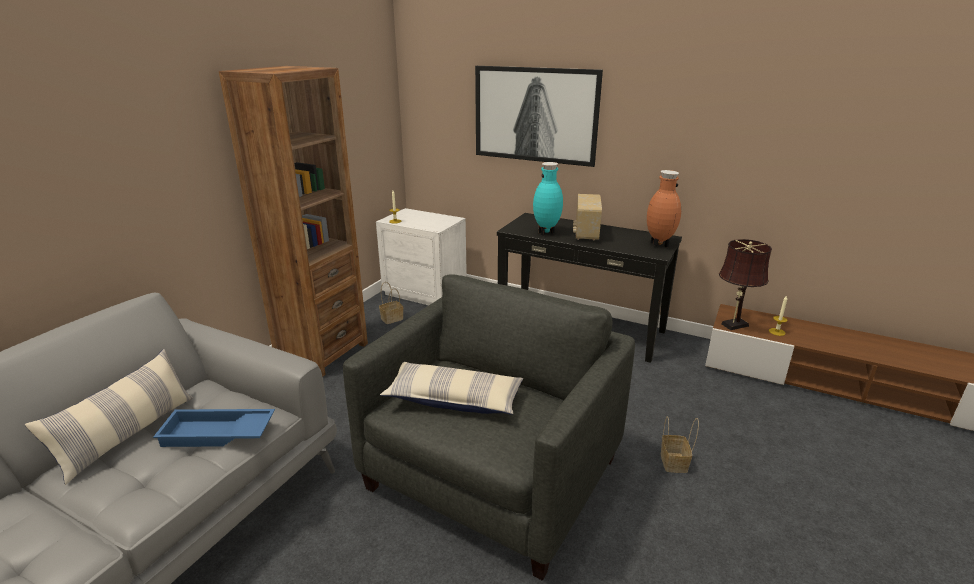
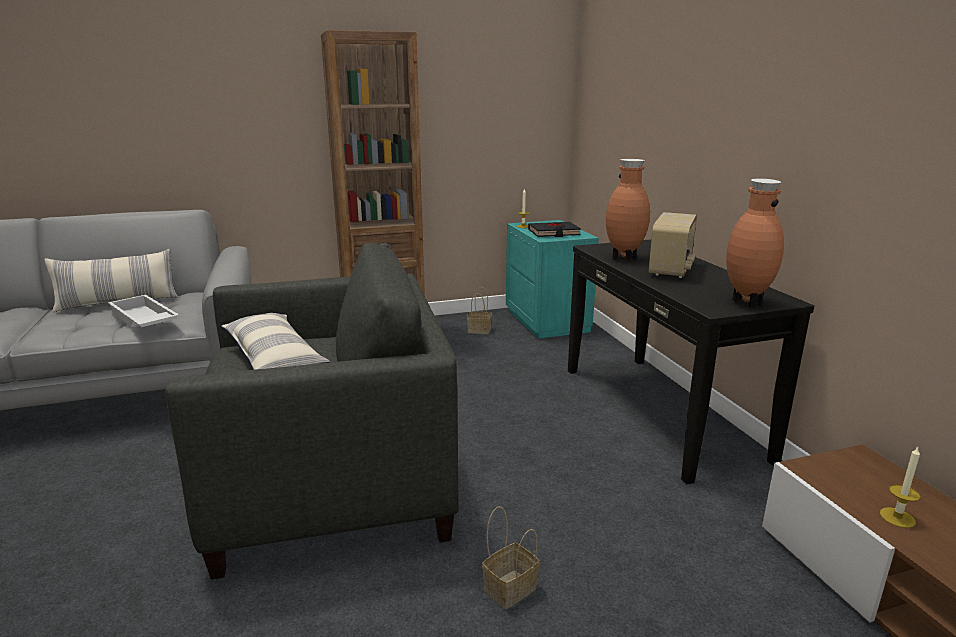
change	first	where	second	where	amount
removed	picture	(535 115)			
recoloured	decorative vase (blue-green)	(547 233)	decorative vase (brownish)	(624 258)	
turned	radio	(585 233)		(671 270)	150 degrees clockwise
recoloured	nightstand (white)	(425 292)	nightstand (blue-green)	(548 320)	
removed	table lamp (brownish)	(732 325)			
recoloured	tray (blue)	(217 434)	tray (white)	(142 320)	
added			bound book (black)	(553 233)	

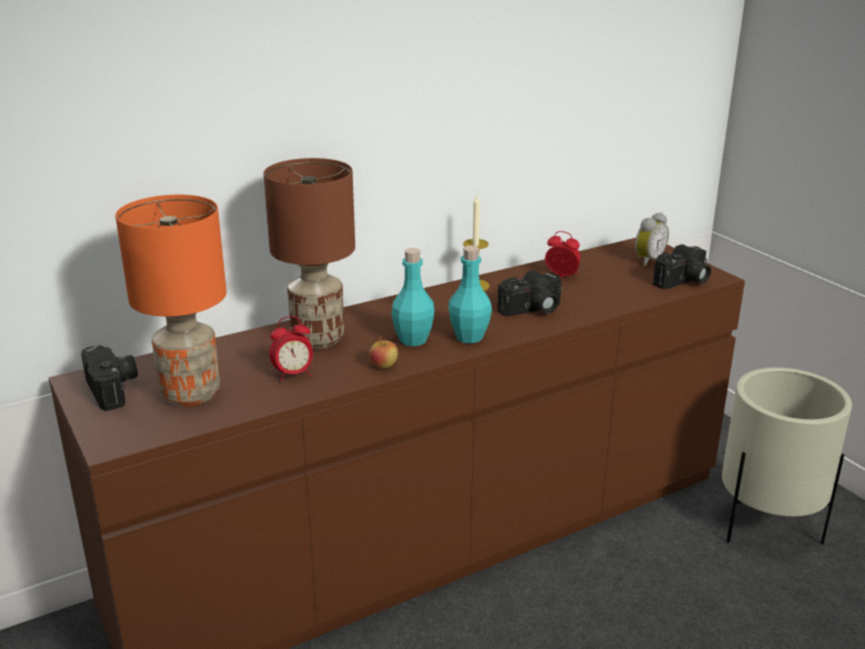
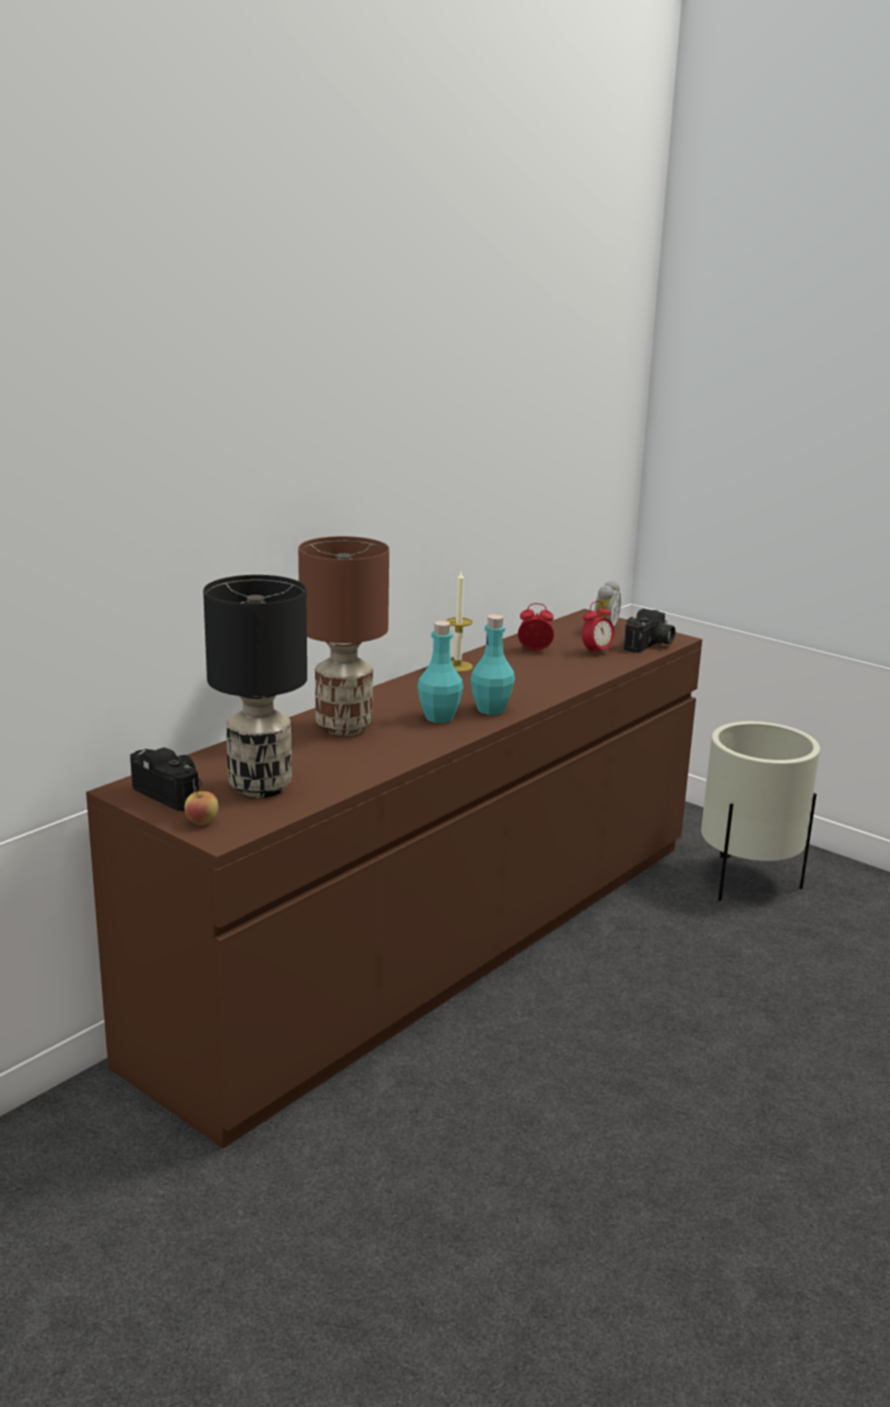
change	first	where	second	where	amount
recoloured	table lamp (orange)	(190 394)	table lamp (black)	(258 787)	
removed	still camera	(532 310)			
moved	table clock	(293 375)		(596 652)	
moved	whole apple	(383 366)		(202 822)	

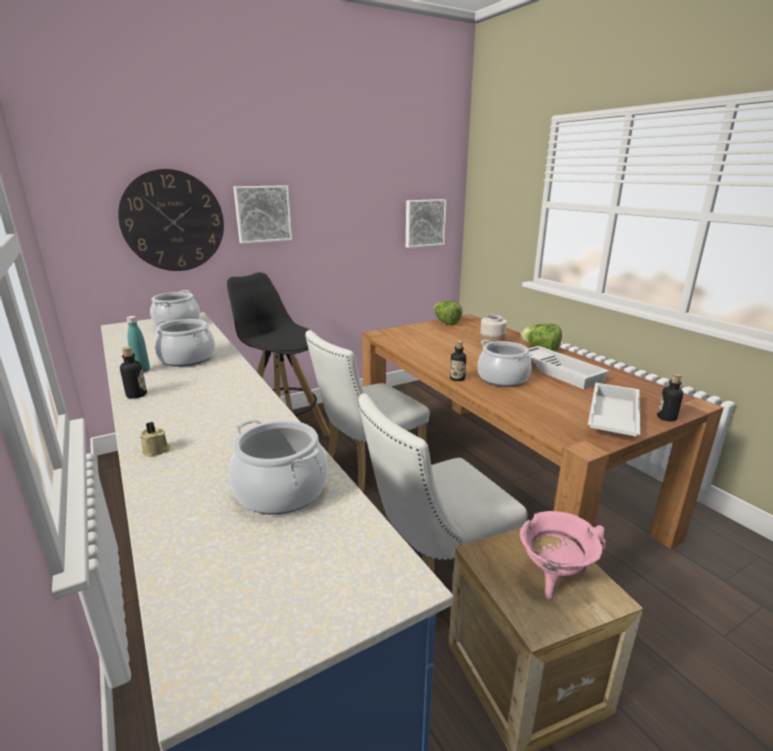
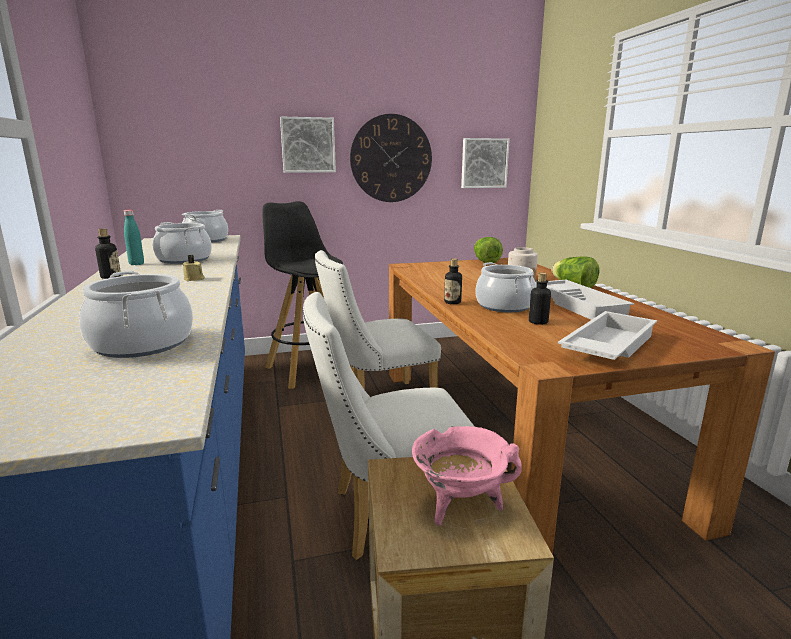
change	first	where	second	where	amount
moved	hanging clock	(173 221)		(391 159)	
moved	bottle	(666 418)		(538 322)	
moved	candle (beige-coloured)	(156 451)		(194 279)	

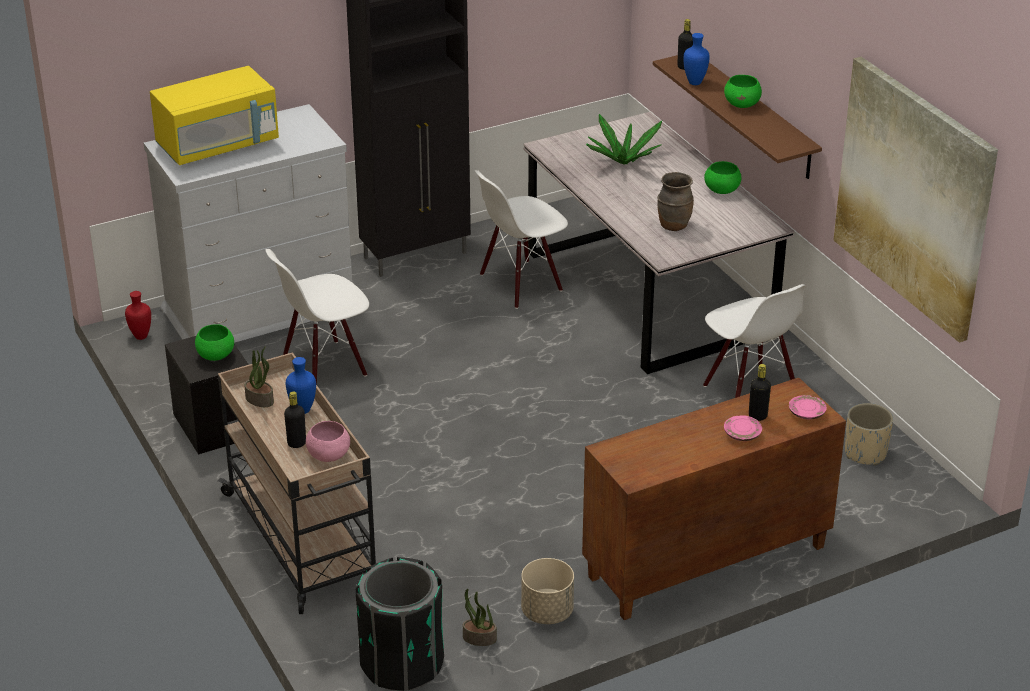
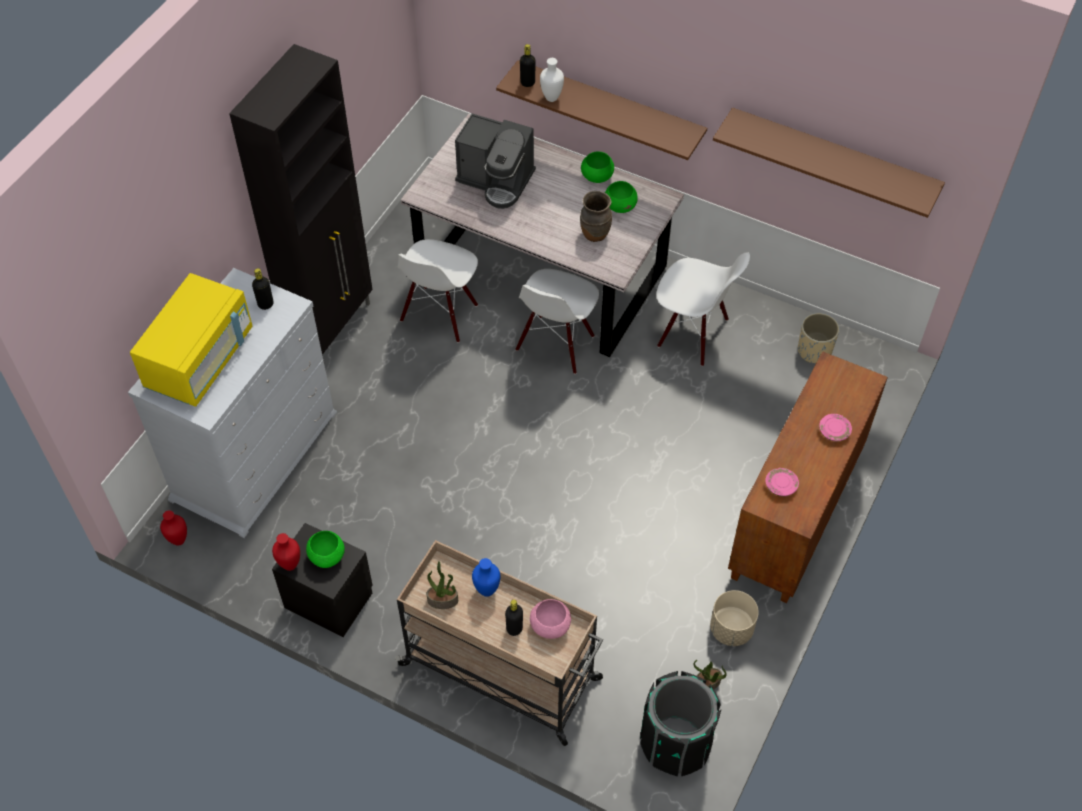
change	first	where	second	where	amount
recoloured	decorative vase (blue)	(694 83)	decorative vase (white)	(551 99)	
replaced	picture	(914 196)	shelf (brownish)	(833 158)	
moved	bowl (green-coloured)	(742 104)		(620 206)	
replaced	plant in a pot	(623 161)	coffee maker	(496 181)	
moved	chair (white)	(324 367)		(556 344)	
moved	bottle (black)	(758 416)		(265 304)	
moved	dinner plate (pinkish)	(806 413)		(780 485)	
added			decorative vase (reddish)	(290 564)	

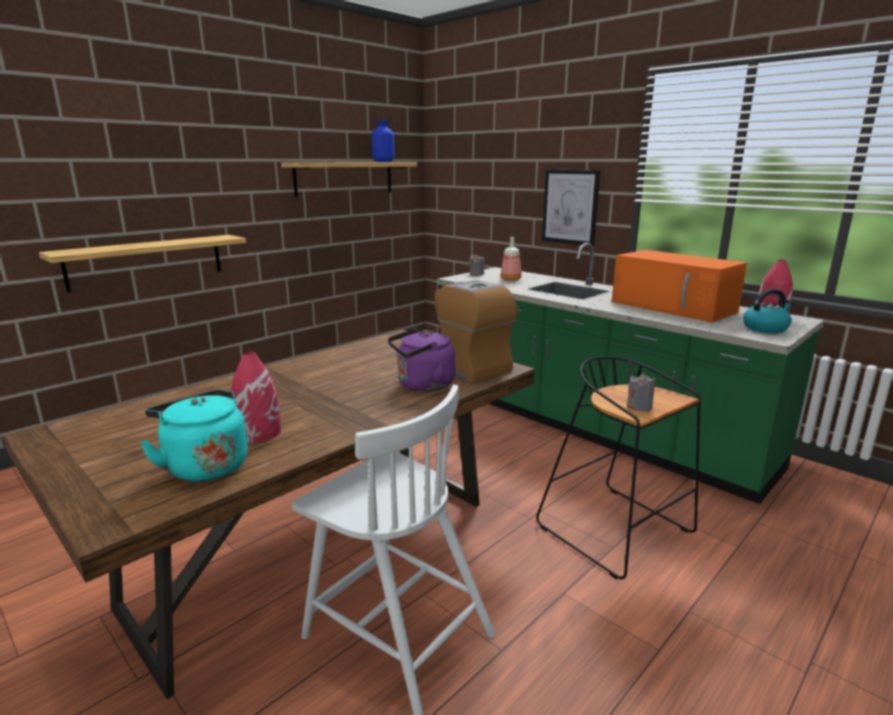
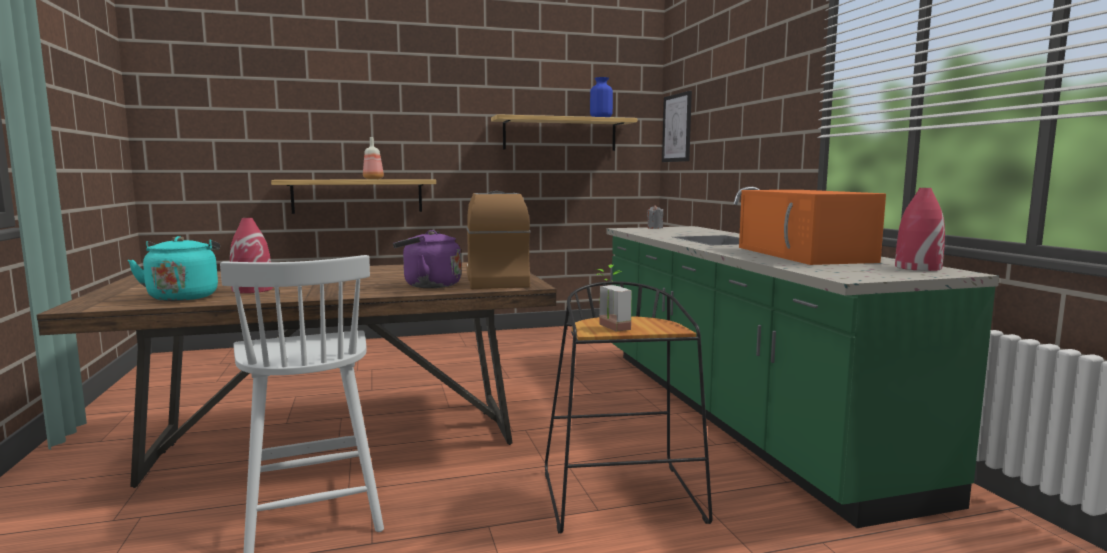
change	first	where	second	where	amount
moved	picture	(570 207)		(677 128)	
moved	bottle	(511 279)		(374 179)	
removed	tea kettle	(765 328)			
replaced	candle (gray)	(639 407)	plant in a pot	(608 327)	

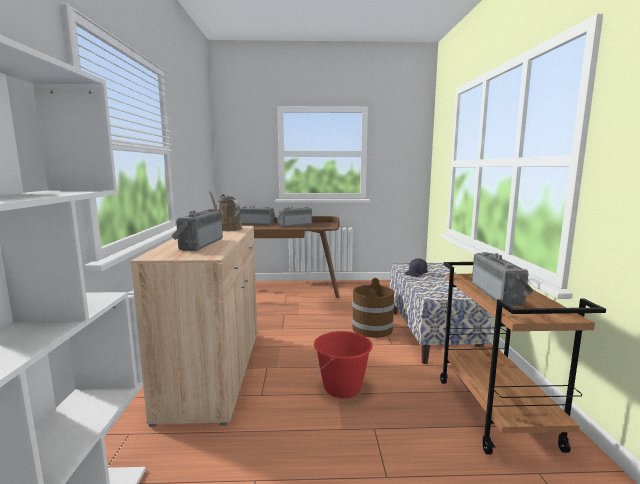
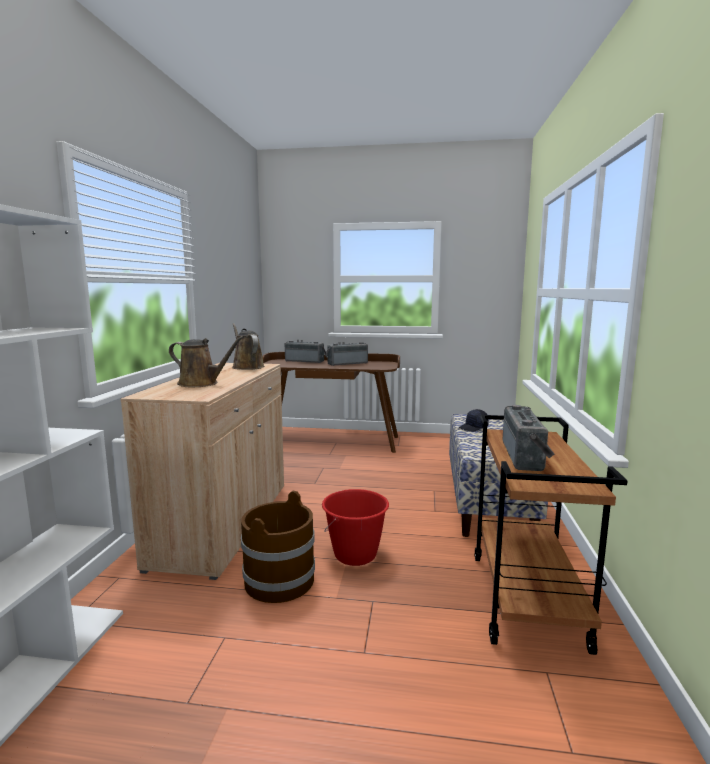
change	first	where	second	where	amount
replaced	radio	(198 244)	sprinkling can (brownish)	(201 383)	
moved	bucket (brownish)	(372 328)		(279 580)	

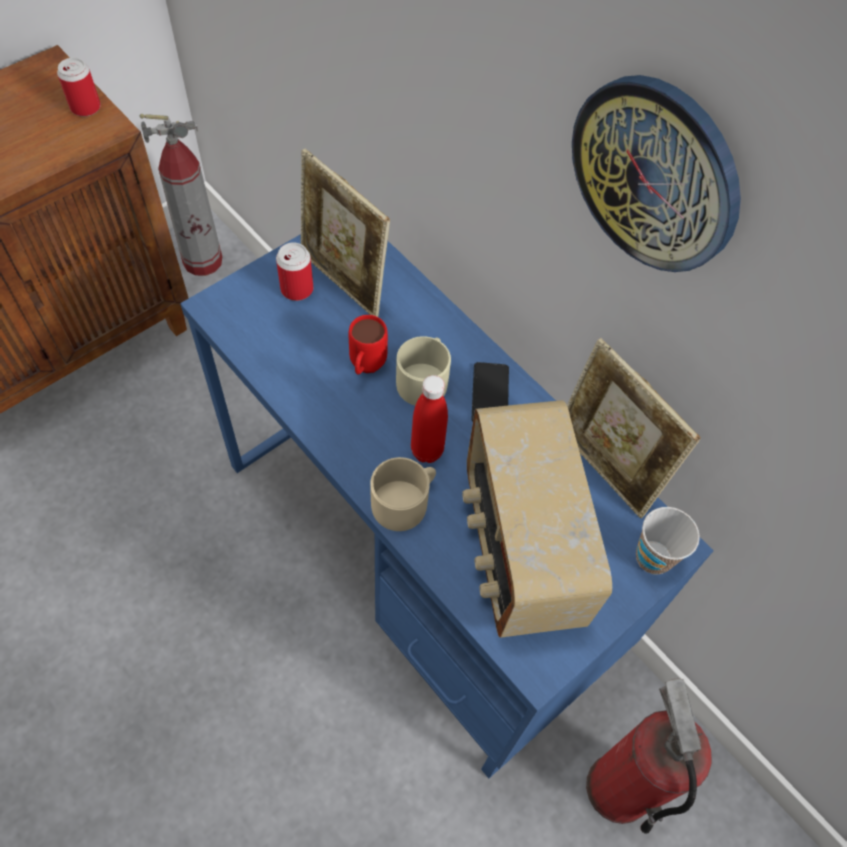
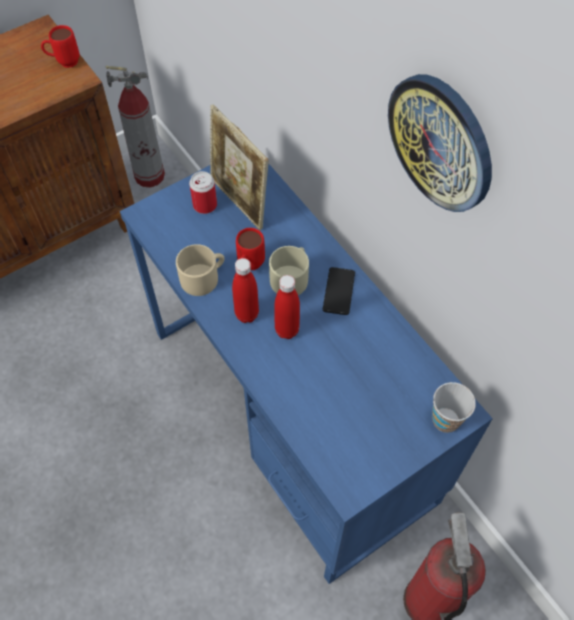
change	first	where	second	where	amount
replaced	sealed can	(85 107)	coffee mug (reddish)	(64 62)	
removed	photo frame	(604 469)			
removed	radio	(518 548)			
moved	coffee mug (beige-coloured)	(405 501)		(203 277)	
added			bottle (reddish)	(247 314)	

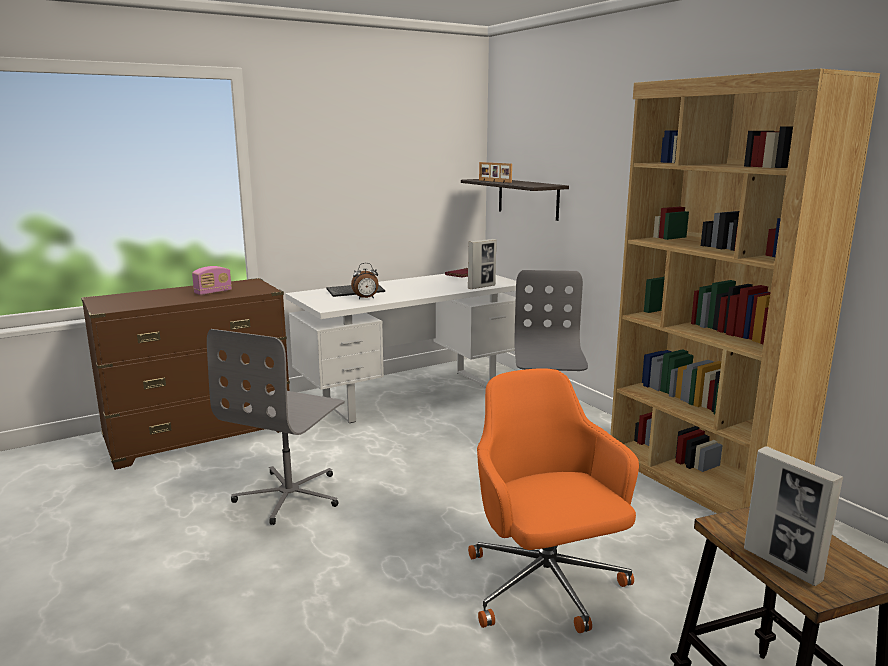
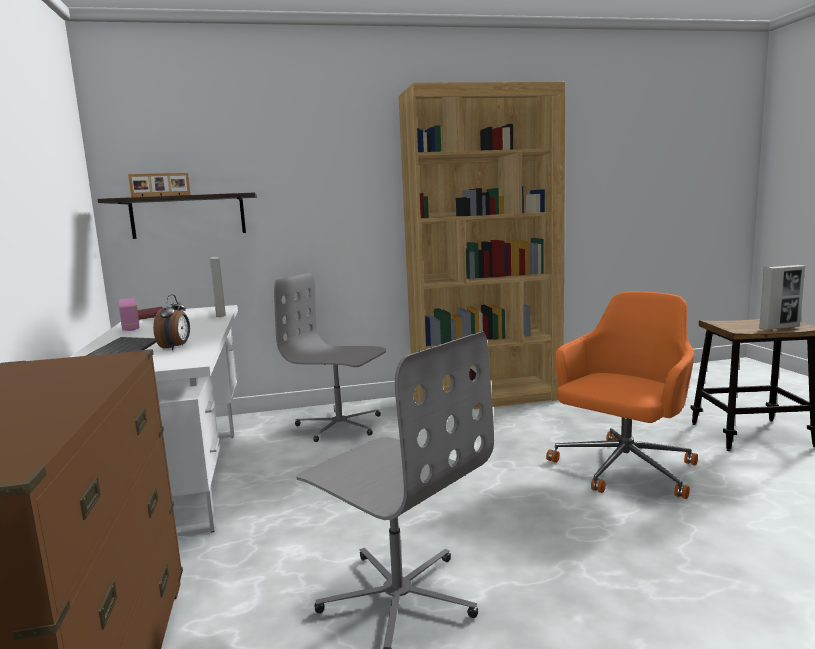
change	first	where	second	where	amount
moved	radio	(213 292)		(131 328)	
turned	computer chair (orange)	(545 587)		(623 470)	135 degrees clockwise

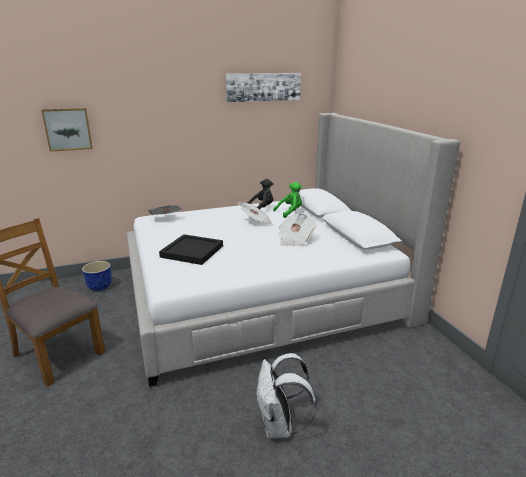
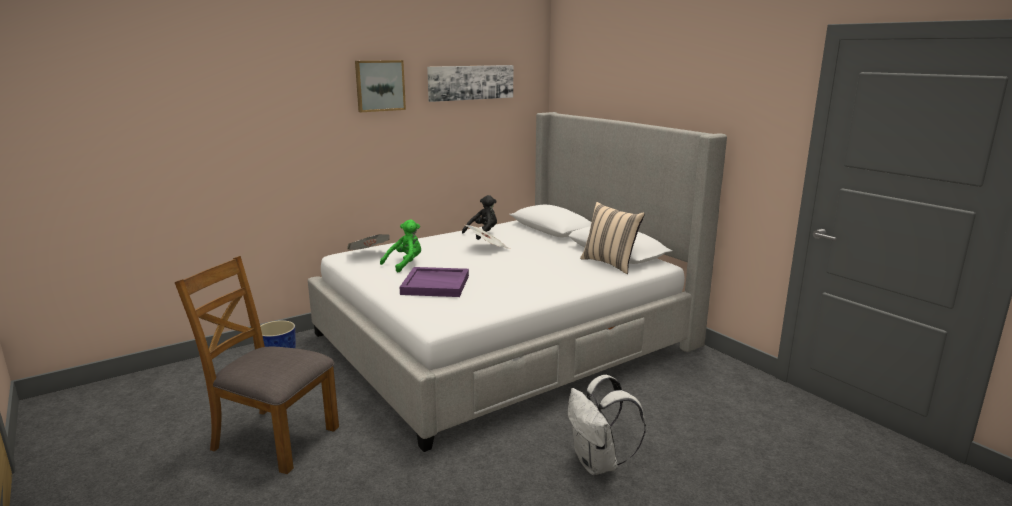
change	first	where	second	where	amount
moved	picture	(68 129)		(379 85)	
moved	cuddly toy (green-coloured)	(290 212)		(405 264)	
removed	printed paper	(295 240)			
recoloured	tray (black)	(193 251)	tray (purple)	(436 284)	
added			pillow (beige-coloured)	(610 263)	

